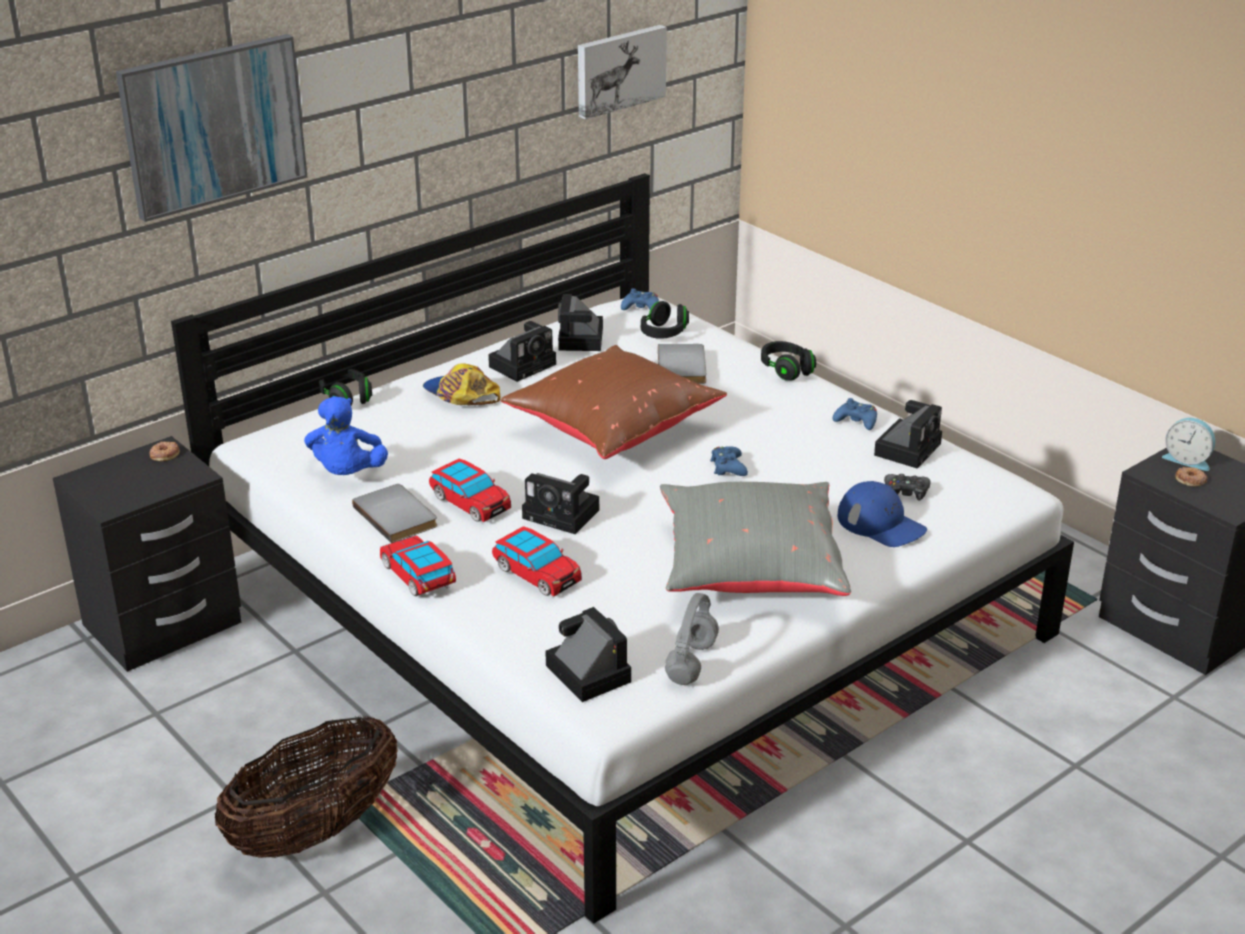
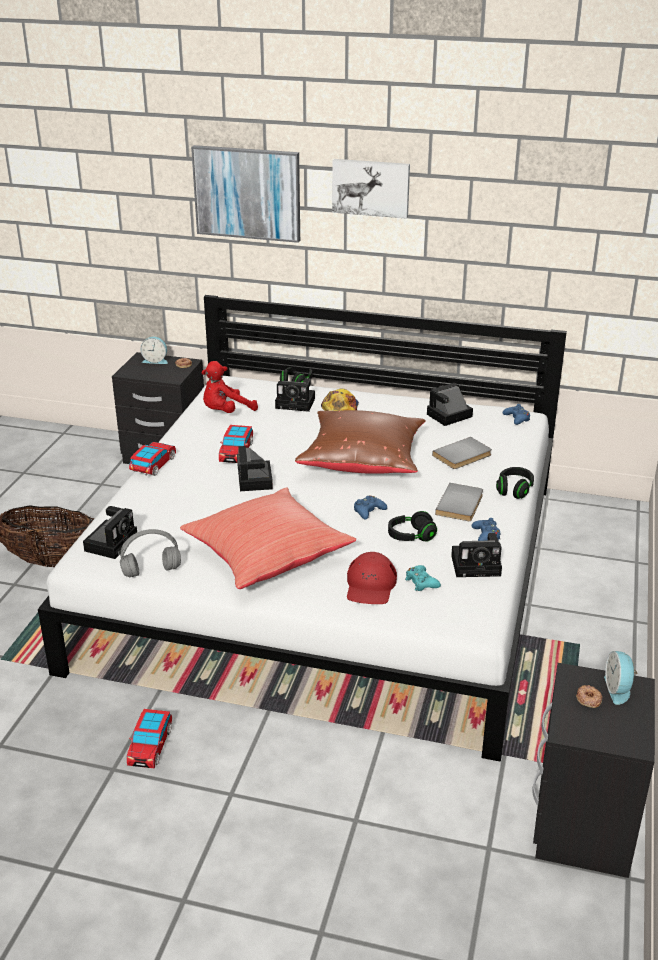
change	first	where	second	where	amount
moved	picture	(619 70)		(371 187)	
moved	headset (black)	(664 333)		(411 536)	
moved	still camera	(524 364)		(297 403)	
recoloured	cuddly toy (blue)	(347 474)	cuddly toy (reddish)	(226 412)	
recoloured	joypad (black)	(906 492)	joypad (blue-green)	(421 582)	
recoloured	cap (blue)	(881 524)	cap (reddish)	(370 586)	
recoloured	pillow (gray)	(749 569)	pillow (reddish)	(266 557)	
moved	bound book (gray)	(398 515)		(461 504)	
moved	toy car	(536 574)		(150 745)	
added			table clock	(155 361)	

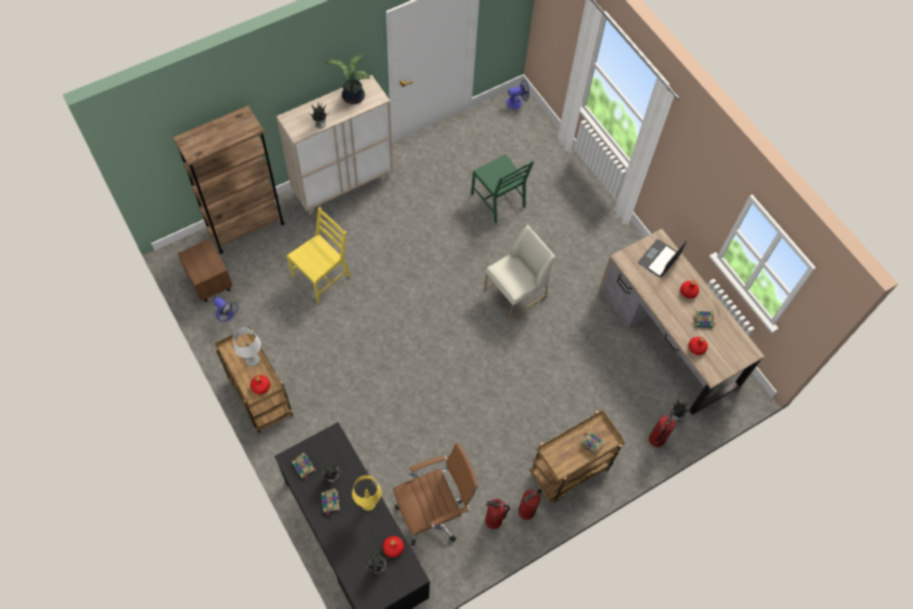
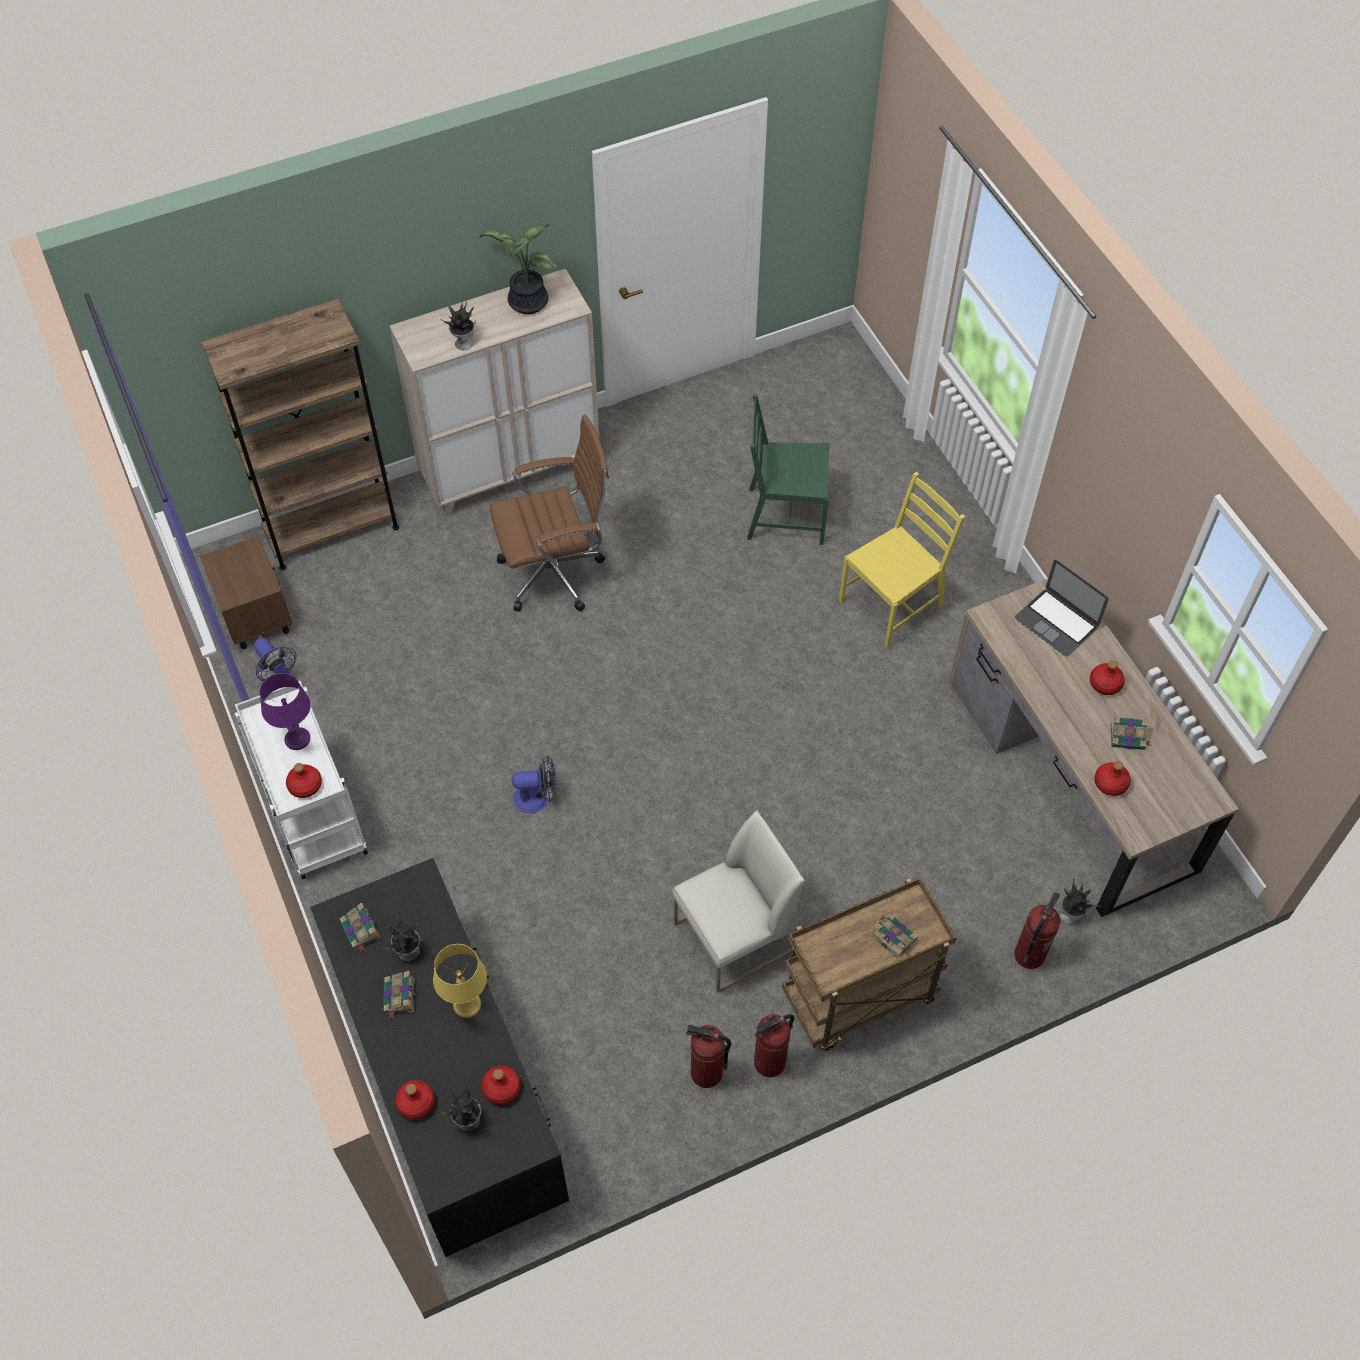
change	first	where	second	where	amount
moved	fan	(517 102)		(537 798)	
turned	chair (green-coloured)	(499 200)		(785 515)	120 degrees clockwise
moved	chair (yellow)	(322 276)		(892 604)	
moved	chair (white)	(515 292)		(735 937)	
turned	laptop	(659 259)		(1056 622)	90 degrees counterclockwise
recoloured	trolley (brownish)	(259 396)	trolley (white)	(313 817)	
recoloured	table lamp (gray)	(252 360)	table lamp (purple)	(298 739)	
moved	computer chair (brownish)	(434 513)		(556 573)	
added			bottle (reddish)	(416 1102)	

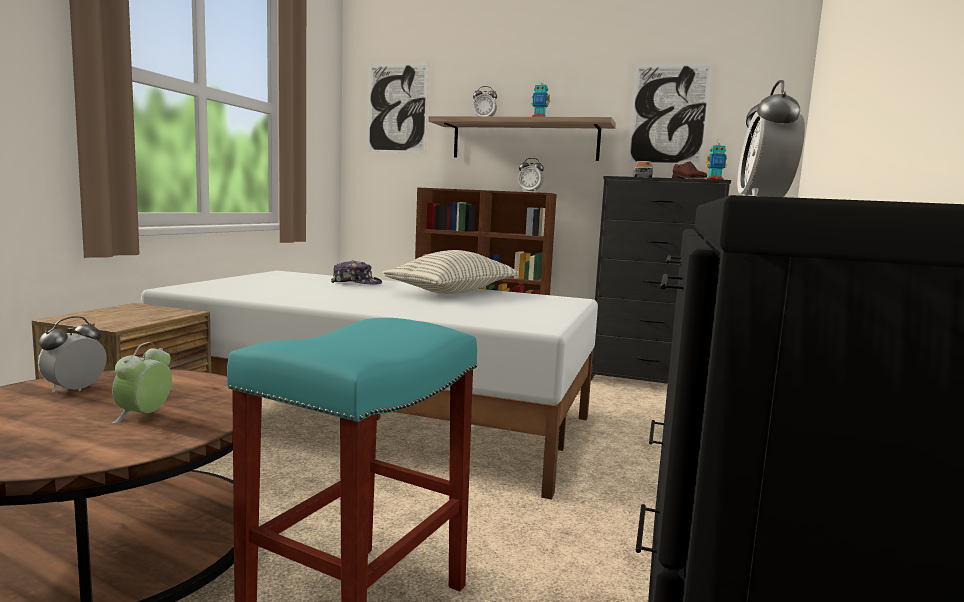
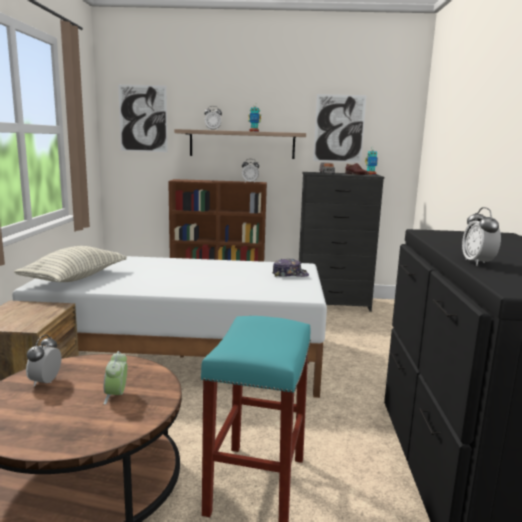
change	first	where	second	where	amount
moved	pillow	(453 292)		(75 278)	
moved	cap	(356 283)		(290 275)	

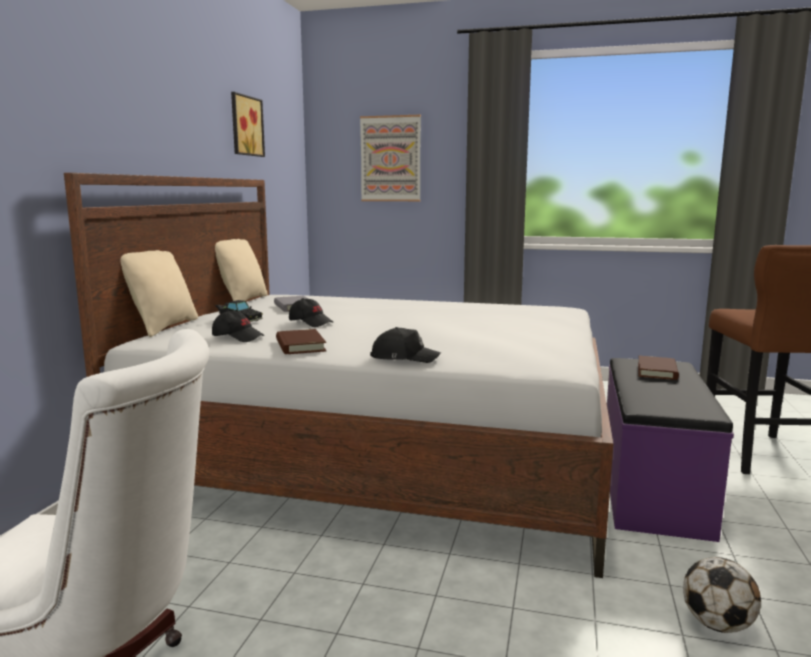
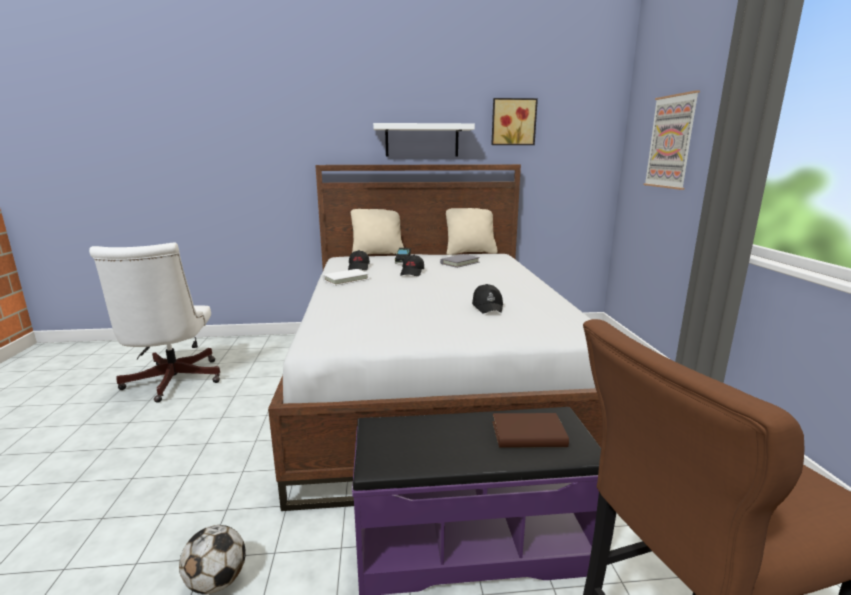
change	first	where	second	where	amount
moved	cap (black)	(404 357)		(488 306)	
recoloured	bound book (brownish)	(300 345)	bound book (white)	(346 279)	
added			shelf (white)	(422 140)	

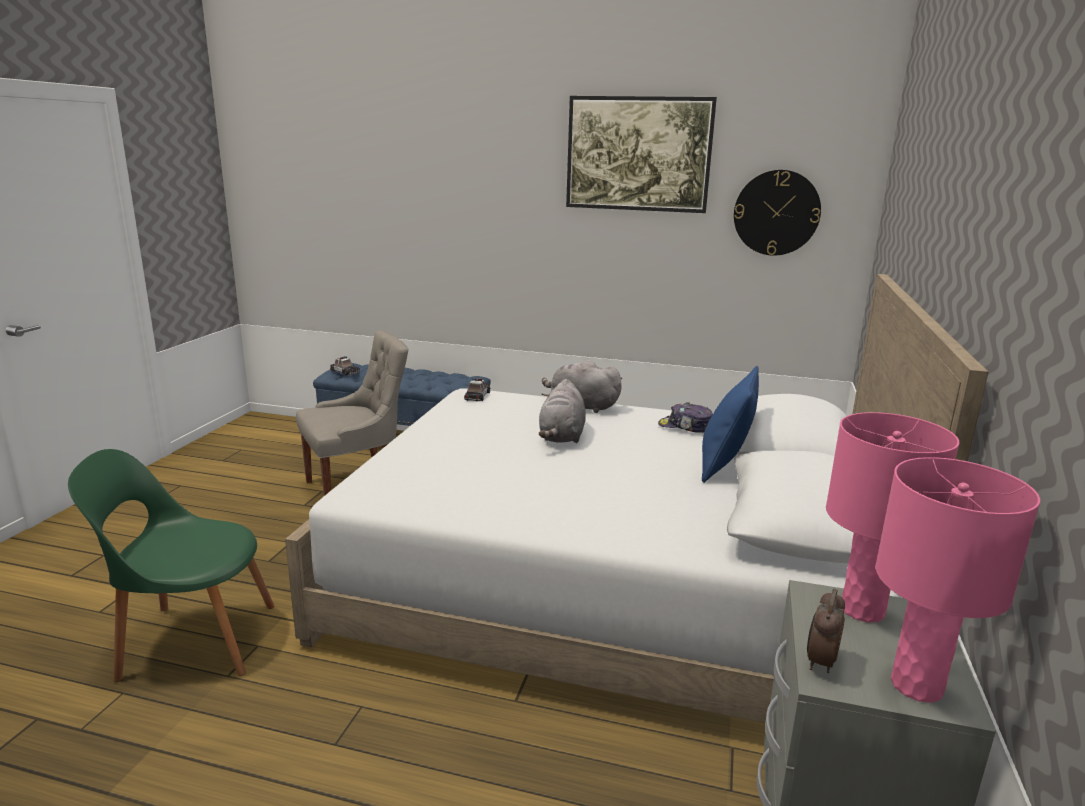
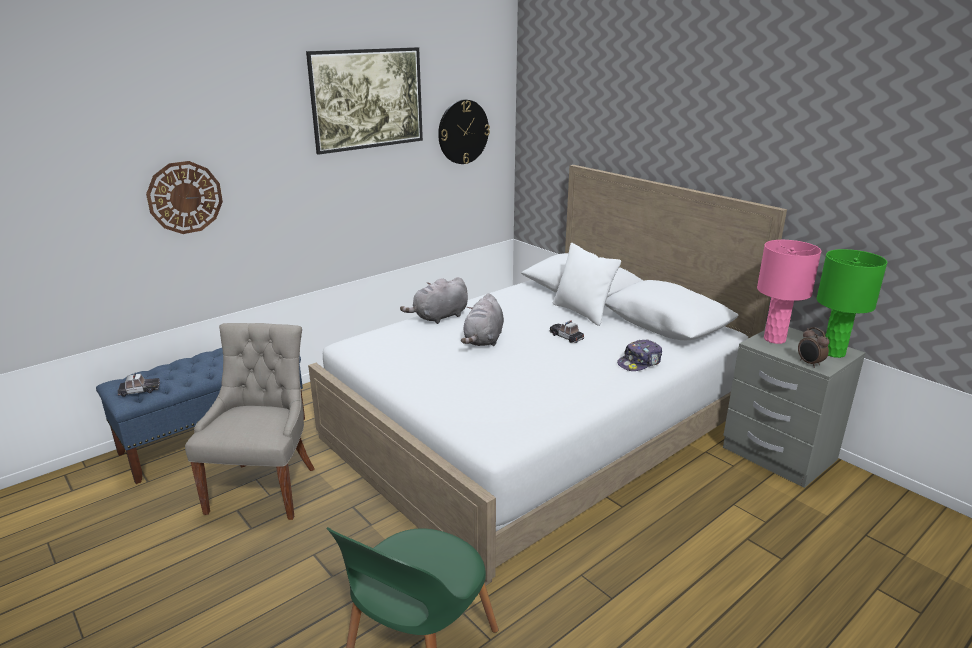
change	first	where	second	where	amount
recoloured	pillow (blue)	(724 465)	pillow (white)	(582 312)	
moved	toy car	(477 395)		(566 336)	
turned	cuddly toy (gray)	(561 436)		(483 340)	60 degrees clockwise
moved	cap	(685 427)		(640 363)	
recoloured	table lamp (pinkish)	(917 686)	table lamp (green-coloured)	(833 352)	
added			hanging clock	(185 197)	

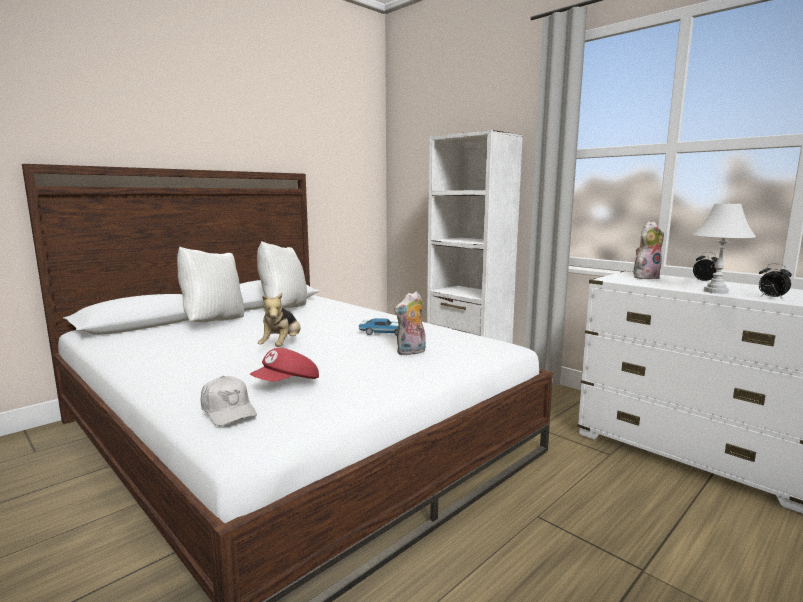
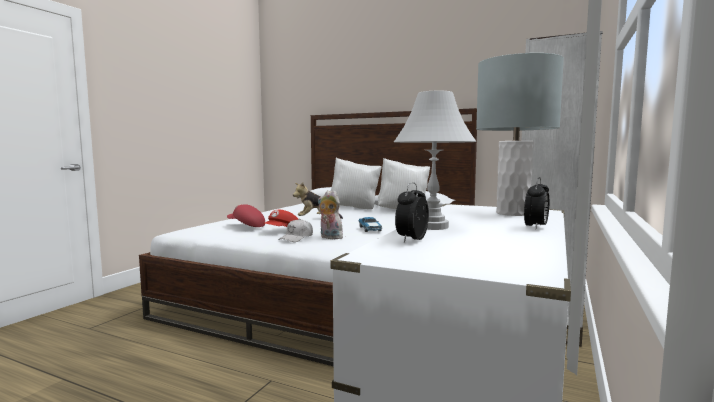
change	first	where	second	where	amount
replaced	cuddly toy	(645 277)	table lamp (gray)	(512 213)	
moved	cap (white)	(228 411)		(296 238)	
added			cap (reddish)	(282 231)	

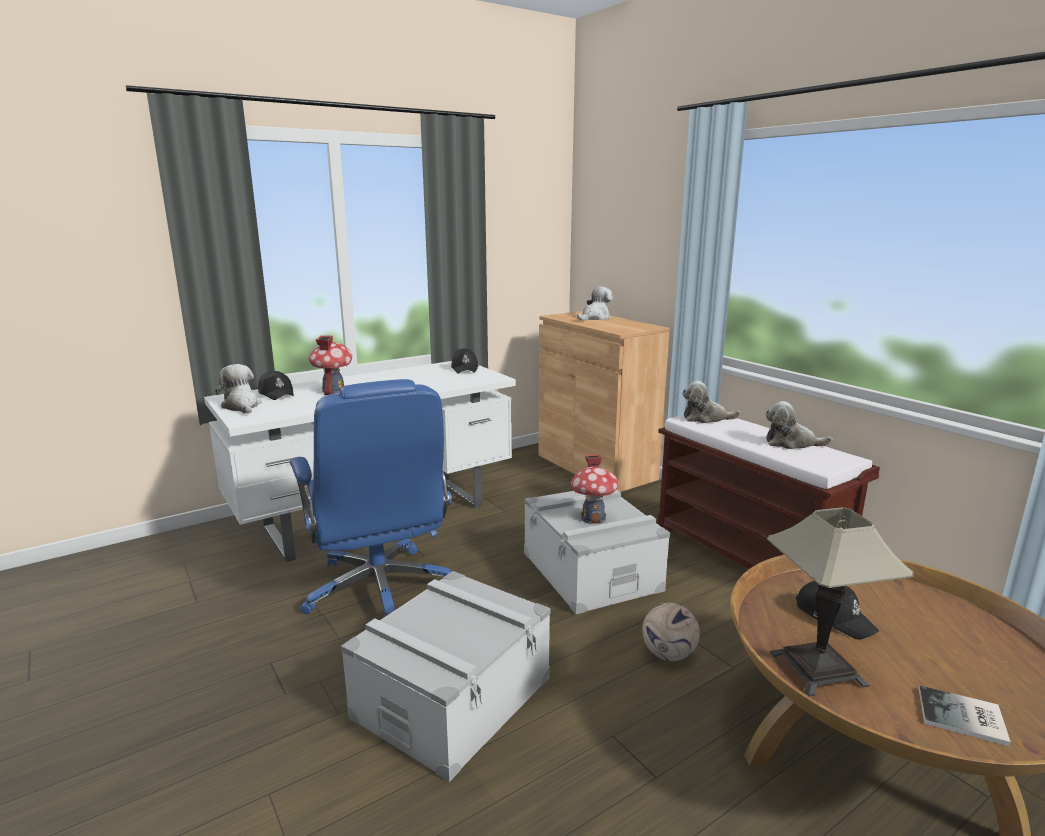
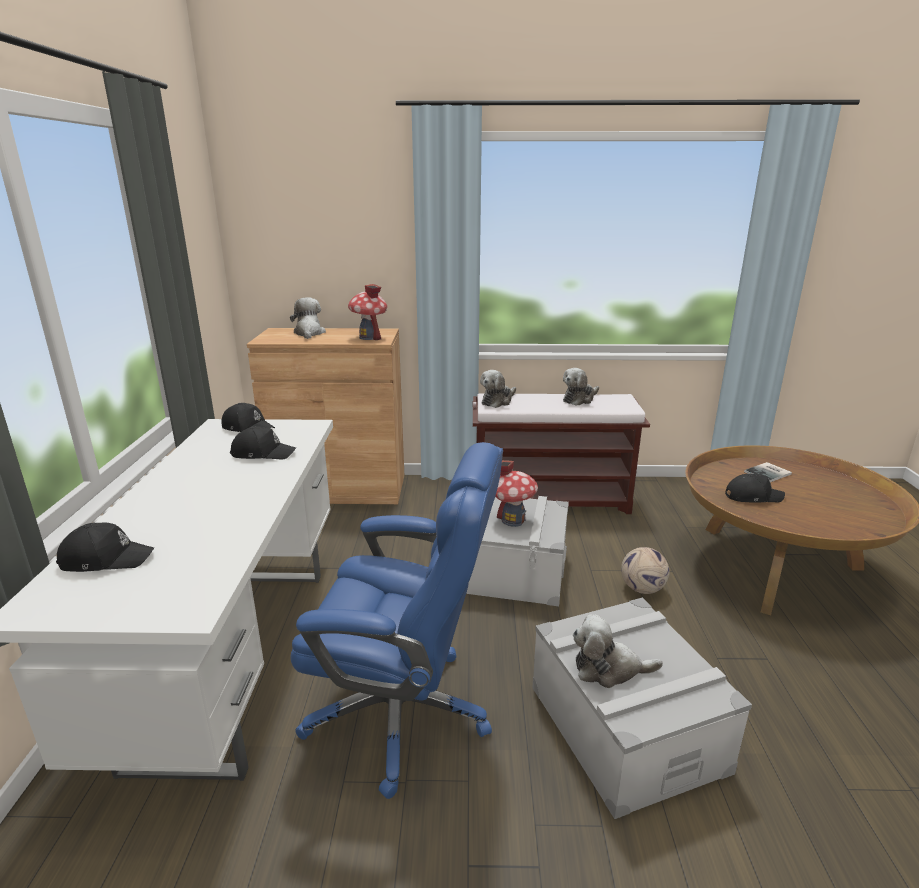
change	first	where	second	where	amount
moved	miniature house	(333 390)		(369 337)	
moved	cuddly toy	(242 406)		(609 669)	
removed	table lamp	(817 669)			
moved	bound book	(964 718)		(769 473)	
added			cap (black)	(263 453)	

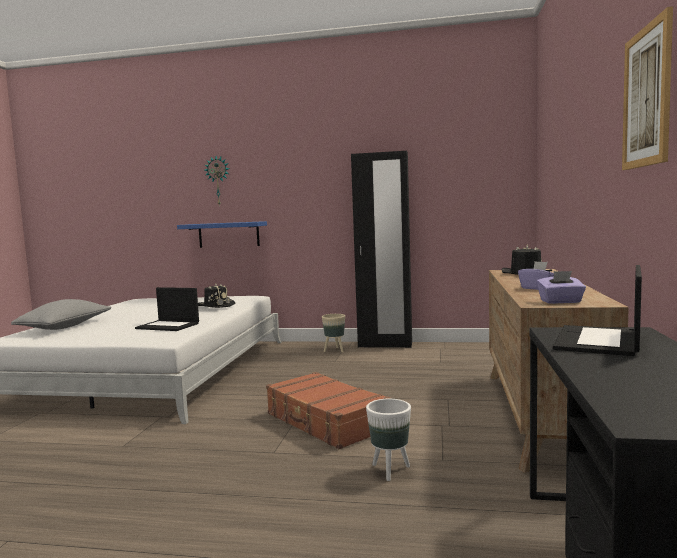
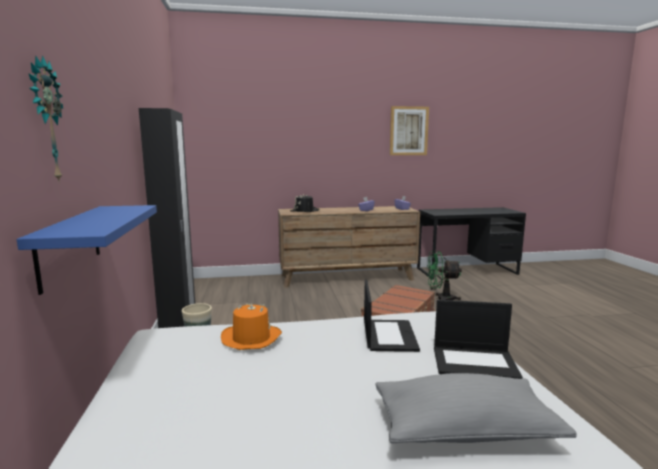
change	first	where	second	where	amount
moved	laptop	(599 341)		(475 362)	
recoloured	wearable hat (black)	(216 305)	wearable hat (orange)	(251 338)	
replaced	flower pot (white)	(389 470)	fan (green-coloured)	(440 299)	

